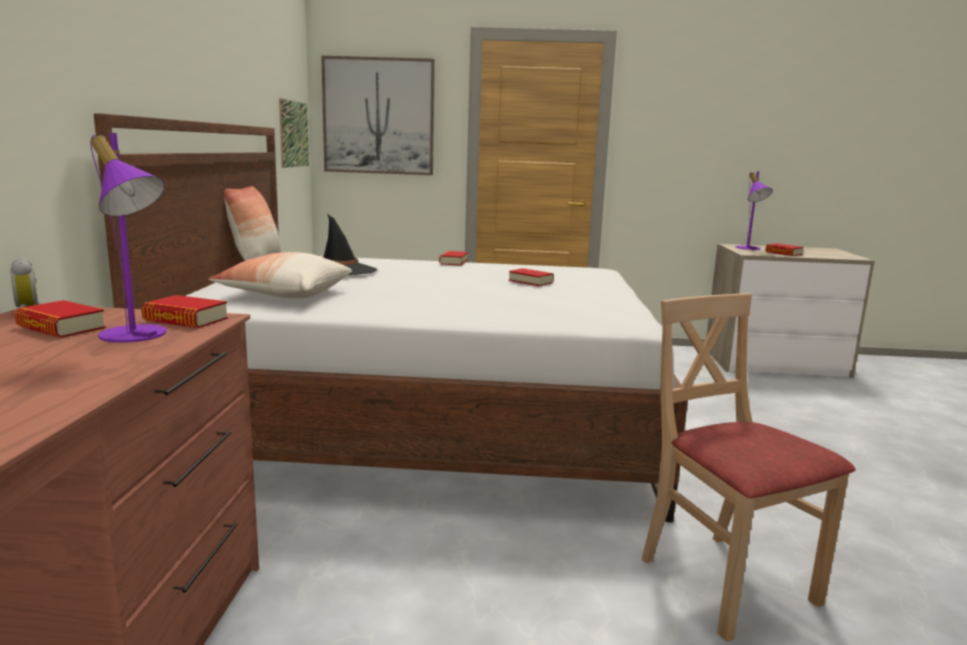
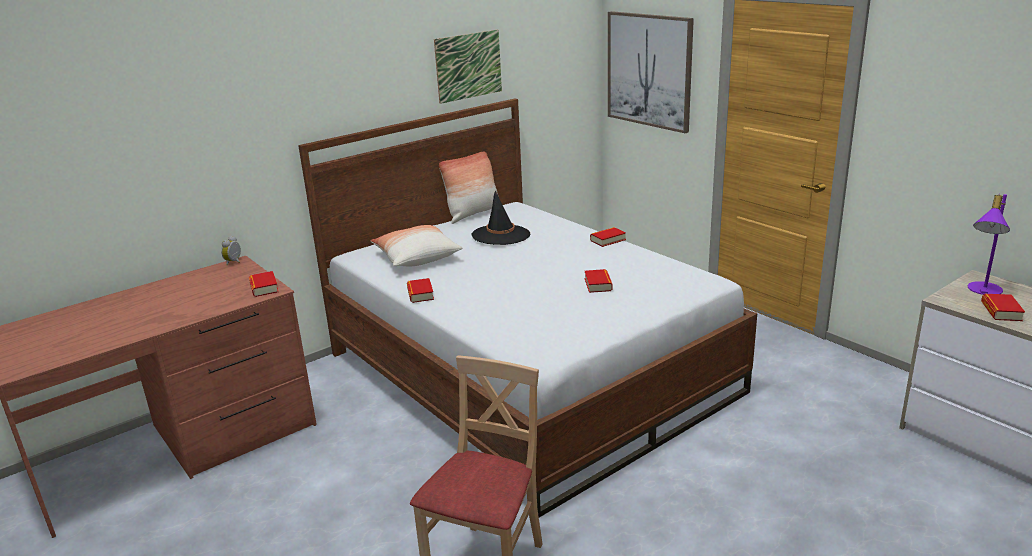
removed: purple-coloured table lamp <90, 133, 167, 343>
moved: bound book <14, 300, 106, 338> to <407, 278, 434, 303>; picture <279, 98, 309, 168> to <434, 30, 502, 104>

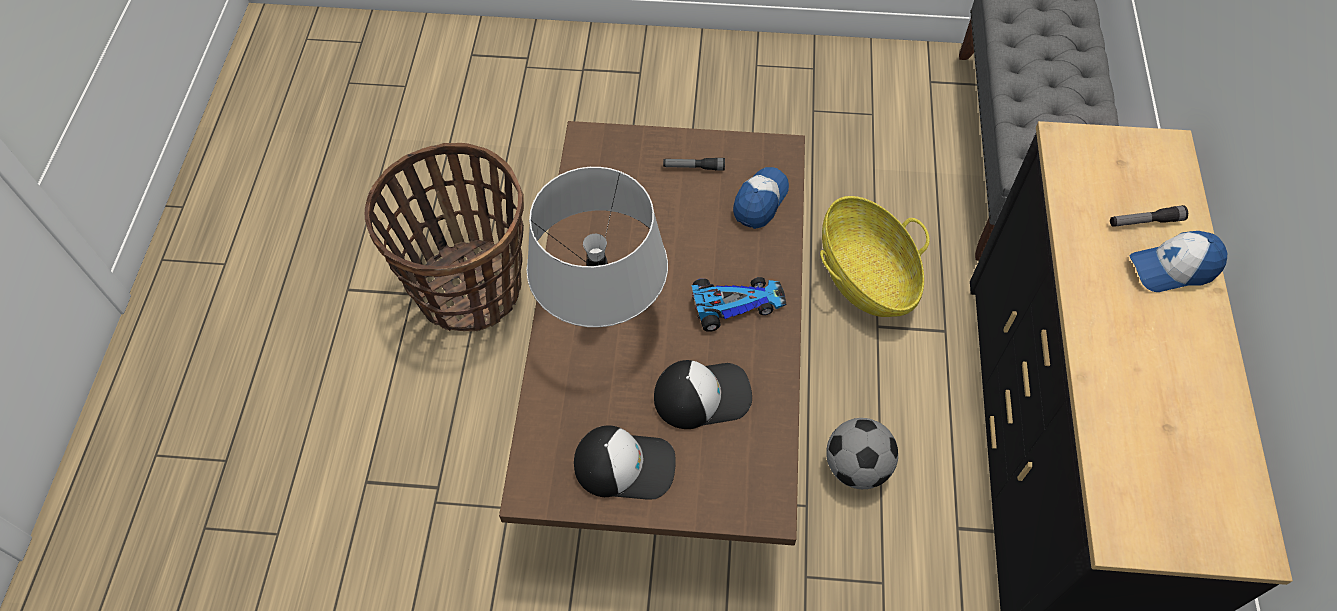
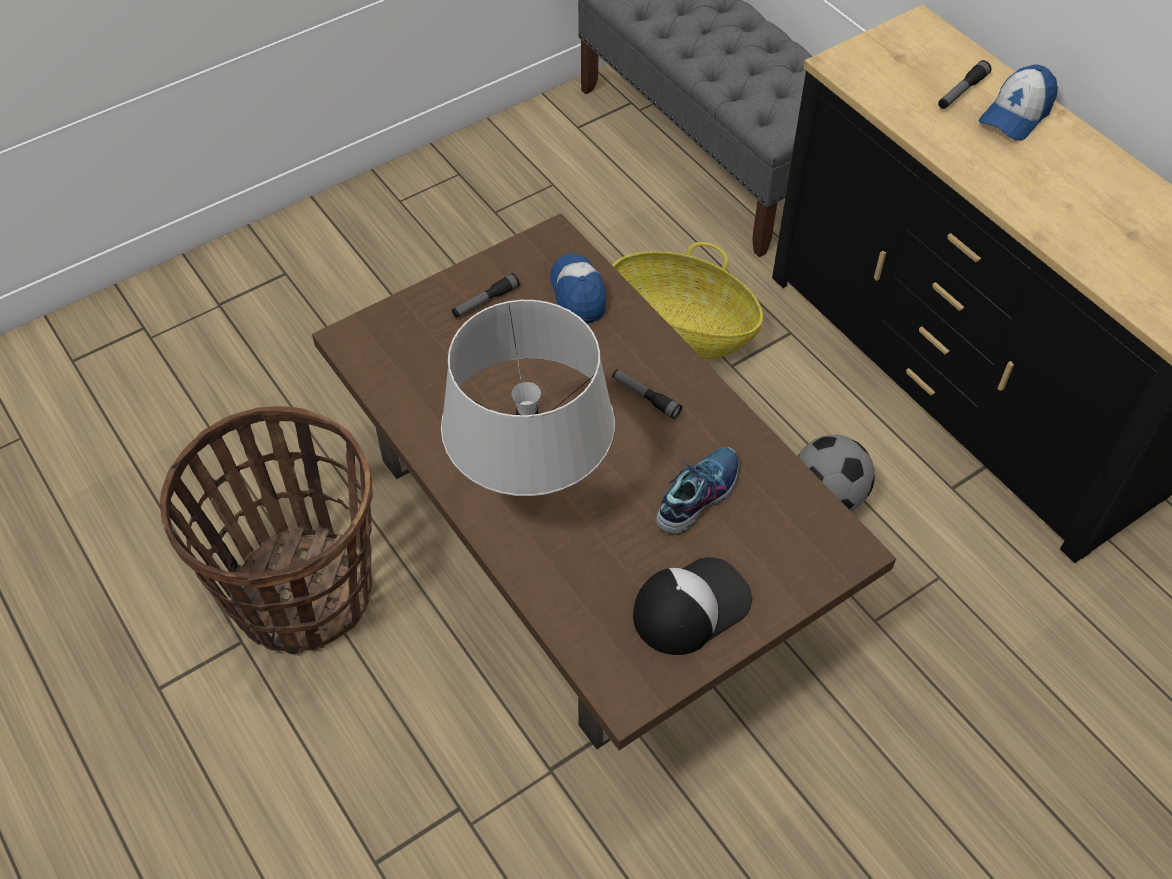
replaced: baseball cap <654, 360, 752, 429> to shoe <656, 447, 739, 535>; miniature car <691, 277, 786, 332> to hand torch <612, 369, 682, 419>

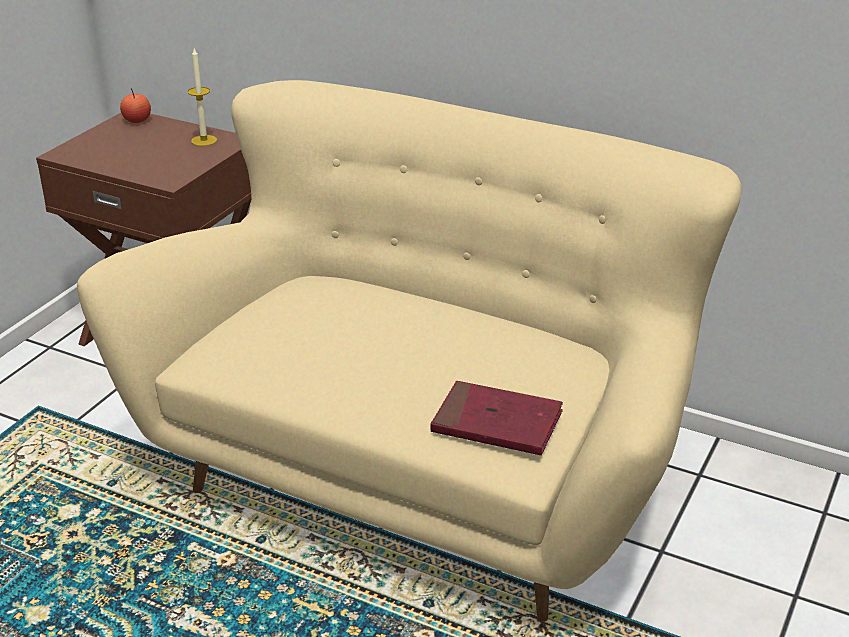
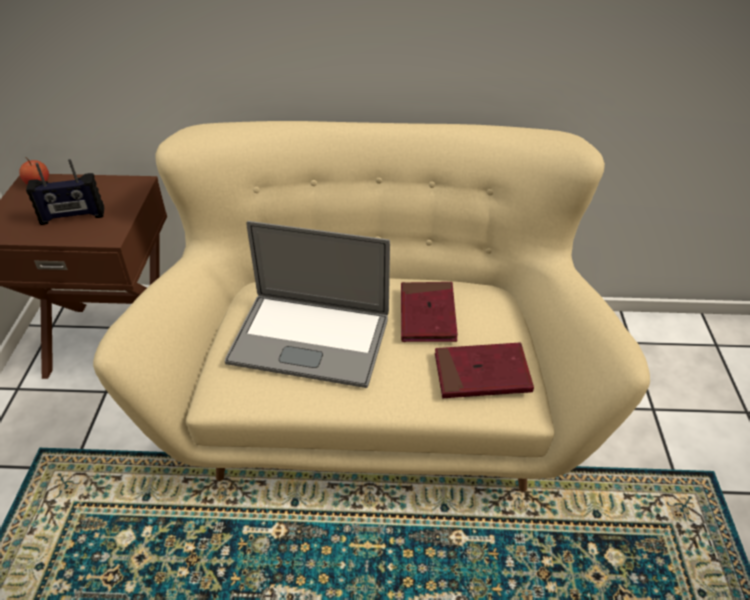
removed: wax candle <187, 48, 217, 146>
added: radio receiver <26, 159, 104, 225>; laptop <225, 221, 390, 388>; reddish bound book <401, 282, 458, 342>

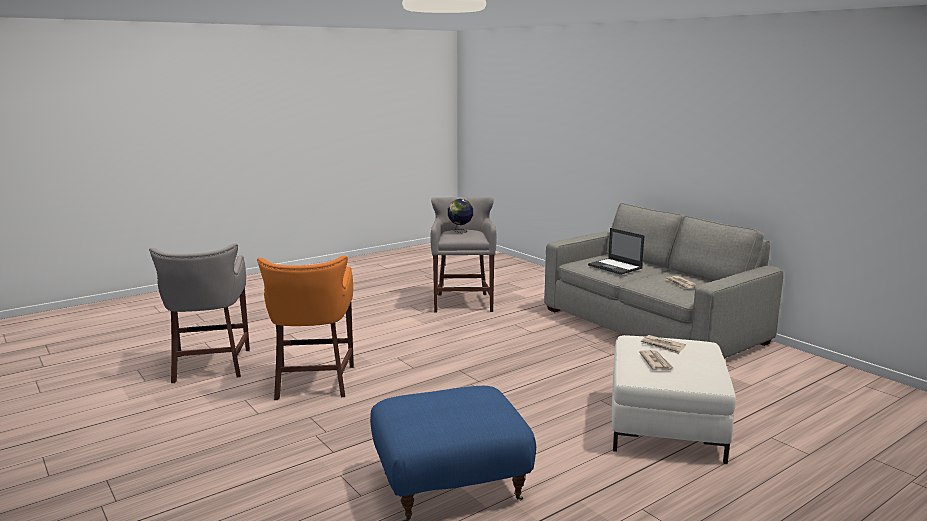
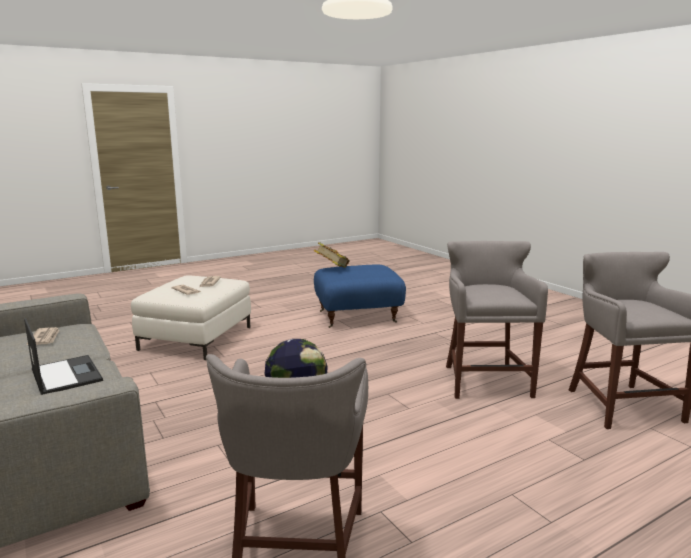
added: bound book <314, 242, 350, 268>
recoloured: orange-coloured stool <257, 256, 354, 400> to grey stool <446, 241, 548, 399>

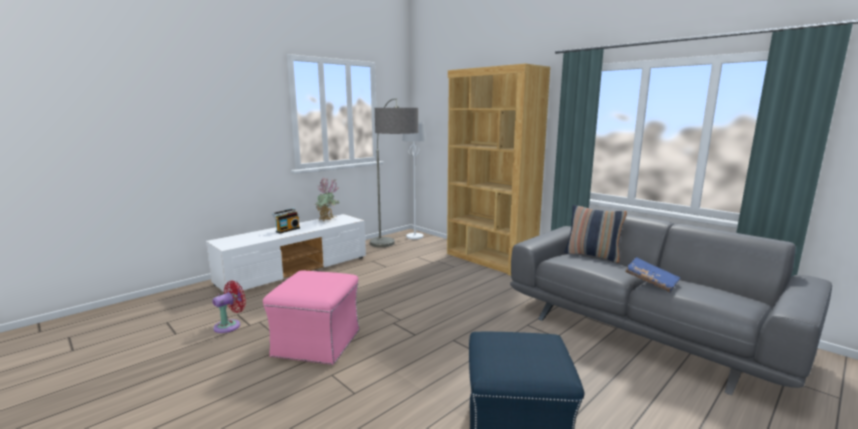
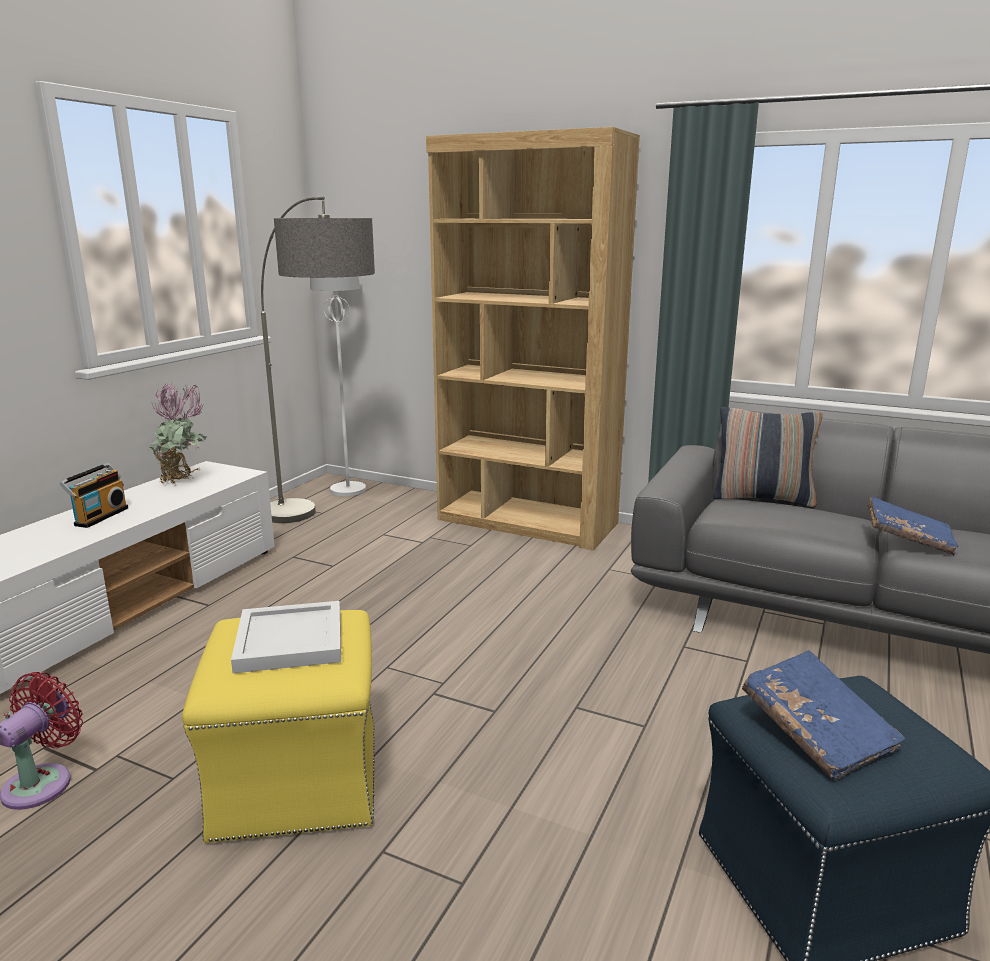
added: white serving tray <231, 601, 341, 673>; blue-coloured bound book <742, 650, 905, 780>
recoloured: pink-coloured footrest <263, 271, 359, 365> to yellow-coloured footrest <182, 610, 375, 843>

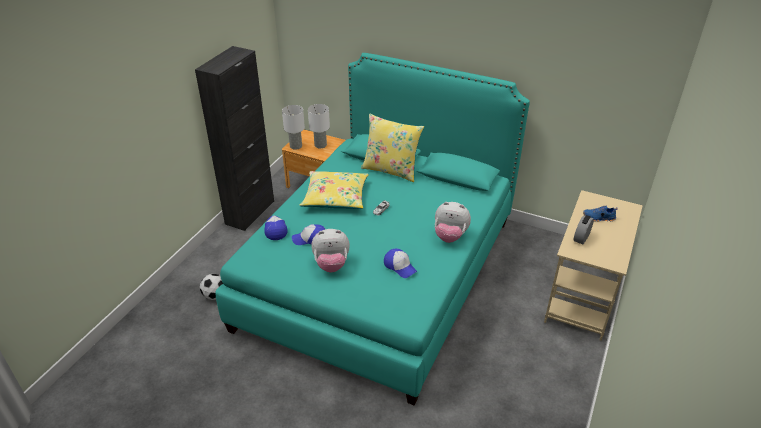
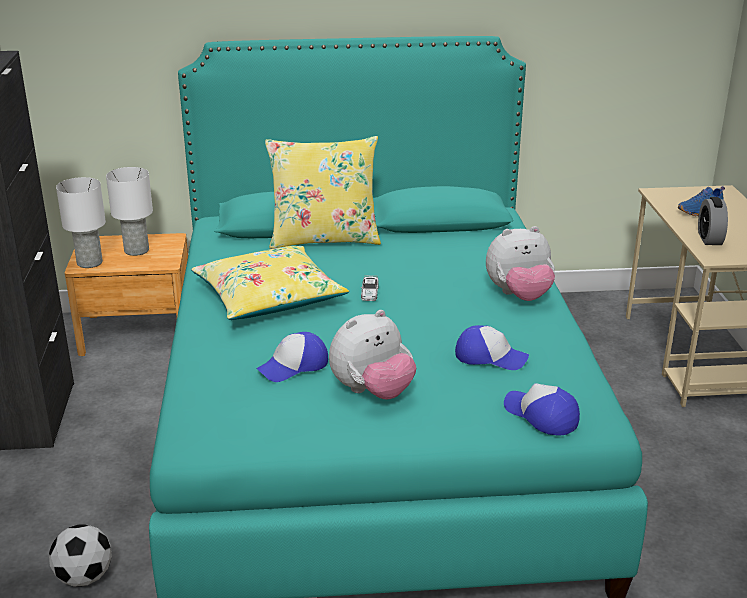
moved: baseball cap <264, 215, 288, 240> to <504, 383, 580, 435>

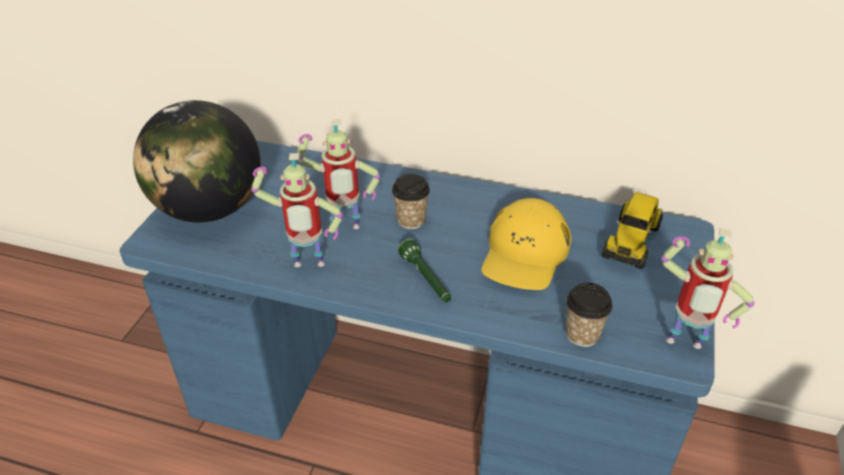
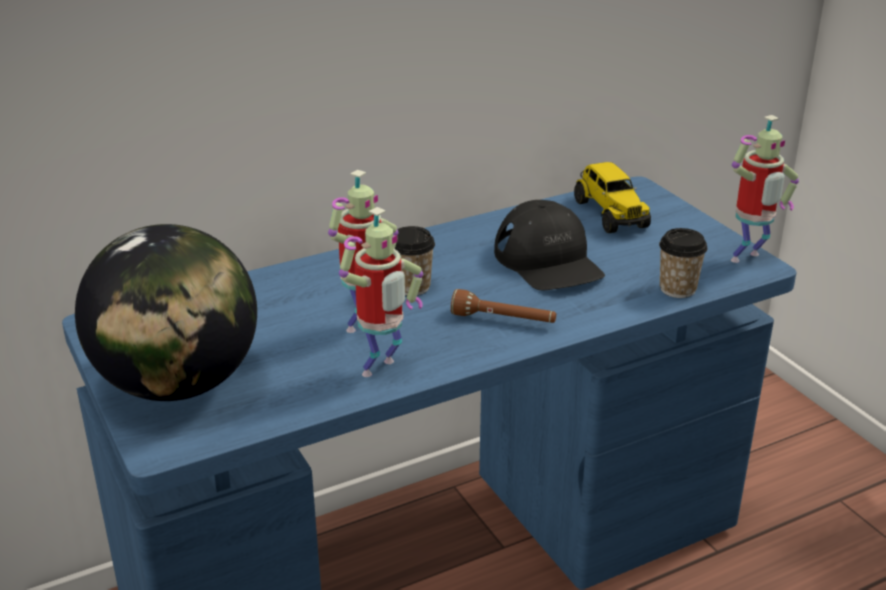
recoloured: green-coloured hand torch <398, 239, 451, 303> to brown-coloured hand torch <451, 289, 556, 323>; yellow-coloured baseball cap <482, 198, 571, 290> to black baseball cap <494, 200, 605, 290>

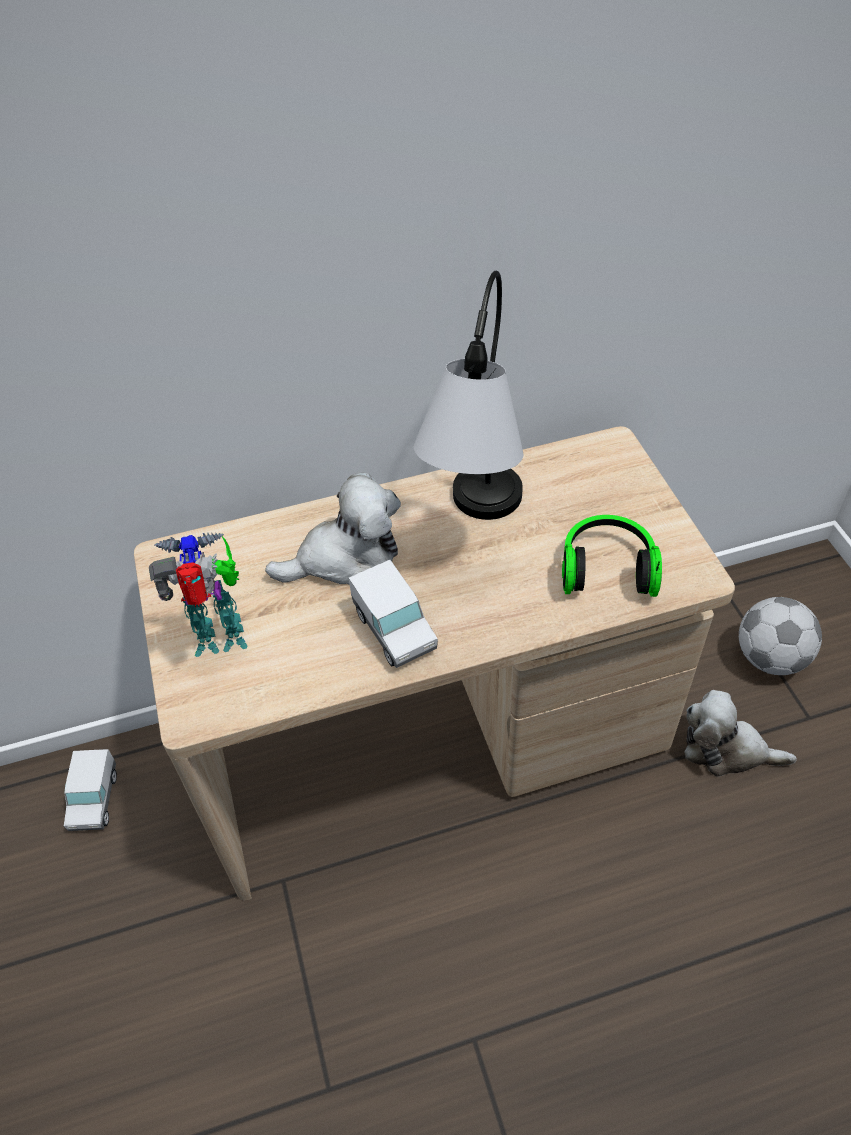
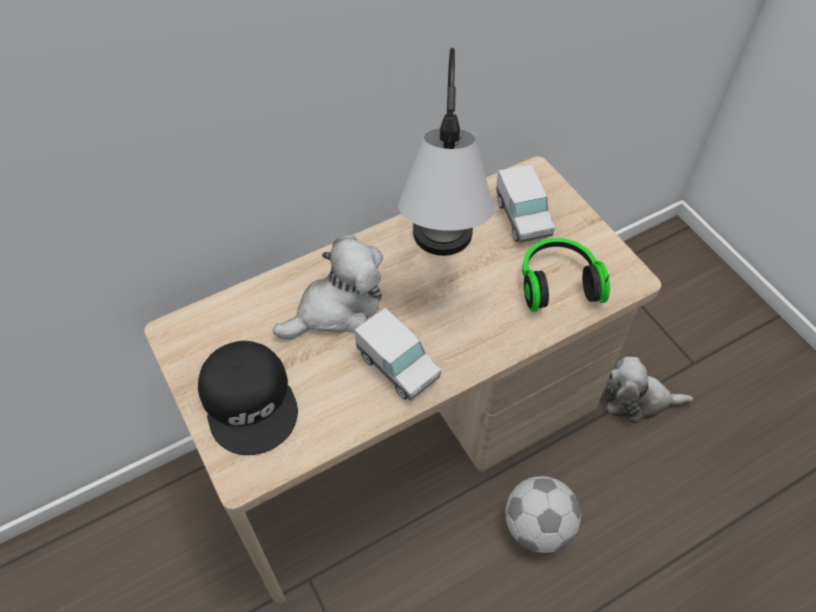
moved: toy truck <64, 749, 117, 831> to <496, 164, 555, 243>; football <739, 597, 822, 675> to <505, 476, 581, 553>
replaced: model robot <149, 532, 248, 657> to black baseball cap <198, 341, 298, 455>

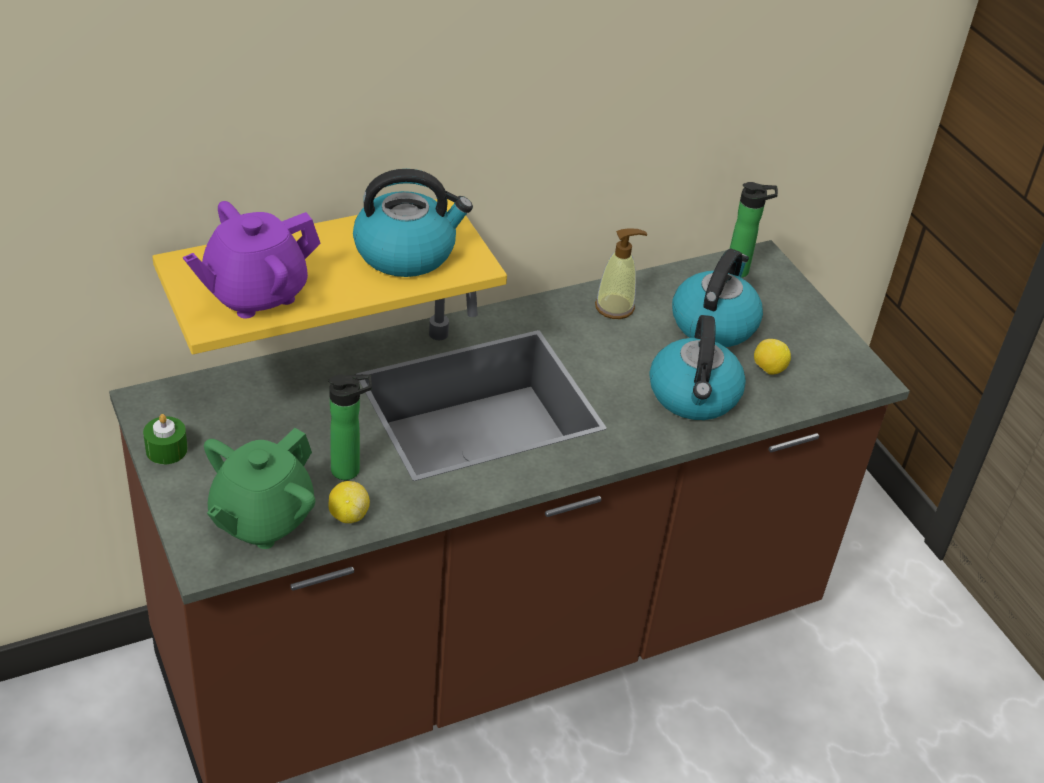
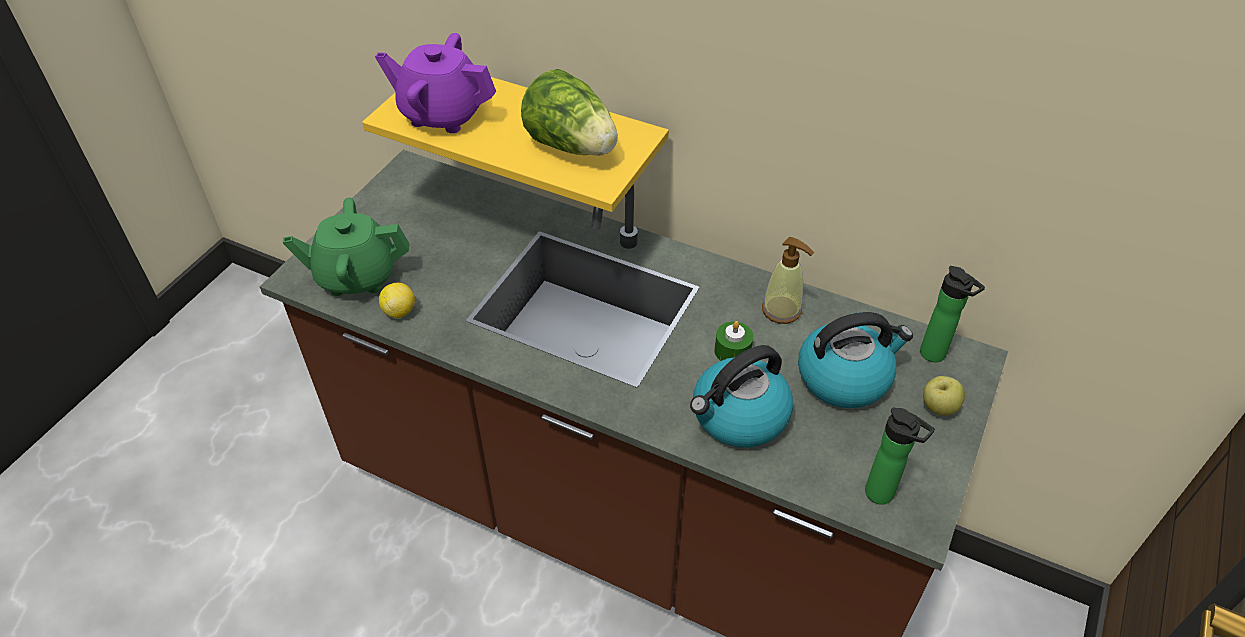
removed: citrus fruit <754, 339, 791, 374>
added: whole apple <923, 376, 965, 416>
moved: green-coloured wax candle <143, 414, 188, 464> to <714, 321, 754, 361>; drink bottle <328, 374, 372, 480> to <865, 408, 935, 505>
replaced: tea kettle <353, 169, 473, 277> to lettuce head <521, 69, 618, 156>

